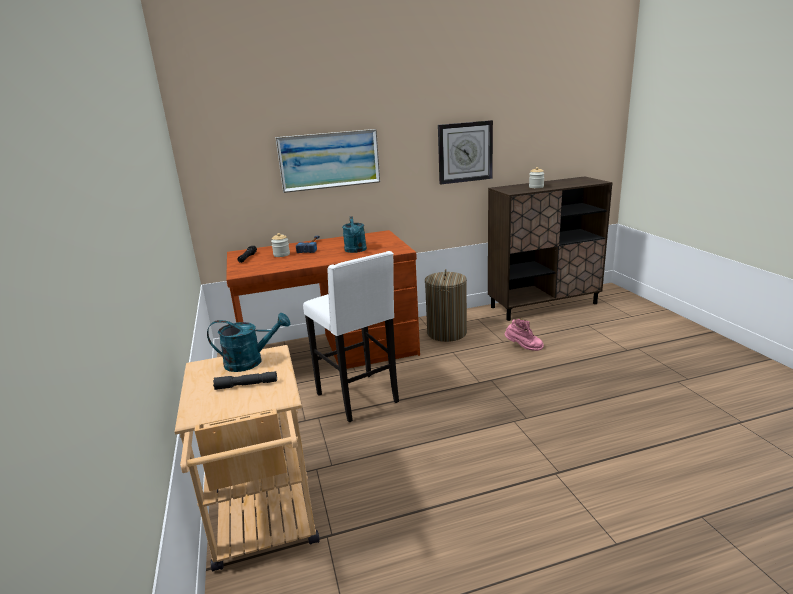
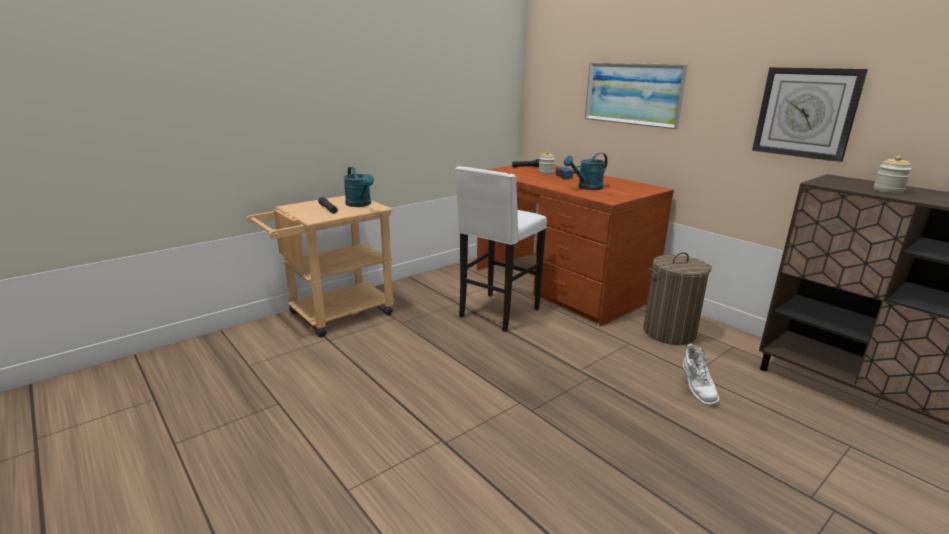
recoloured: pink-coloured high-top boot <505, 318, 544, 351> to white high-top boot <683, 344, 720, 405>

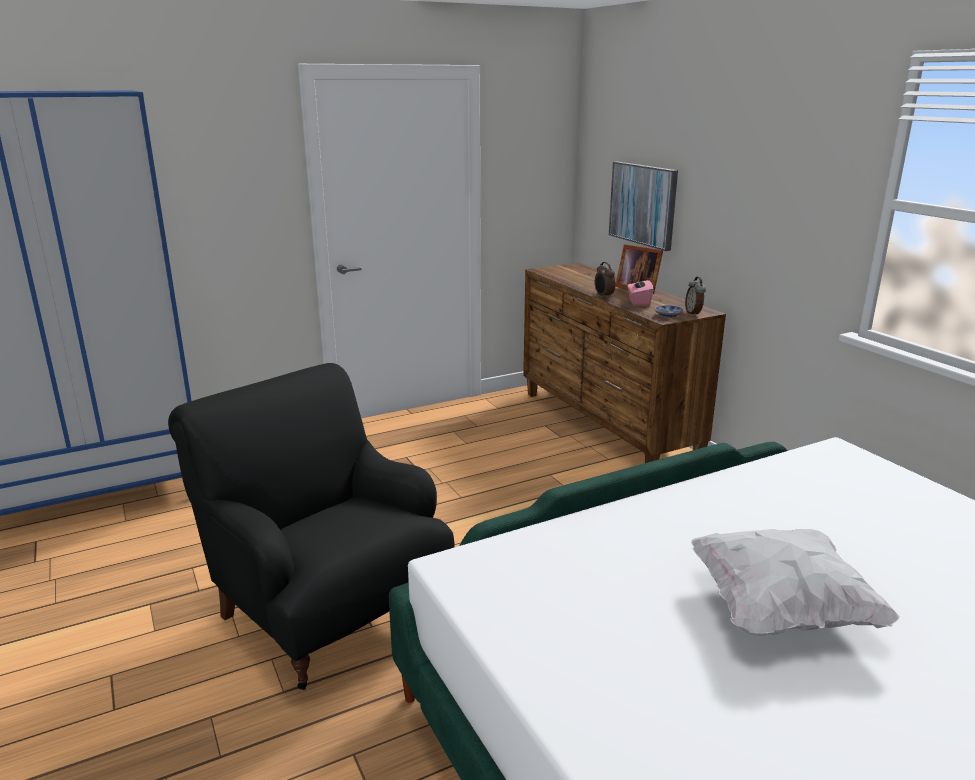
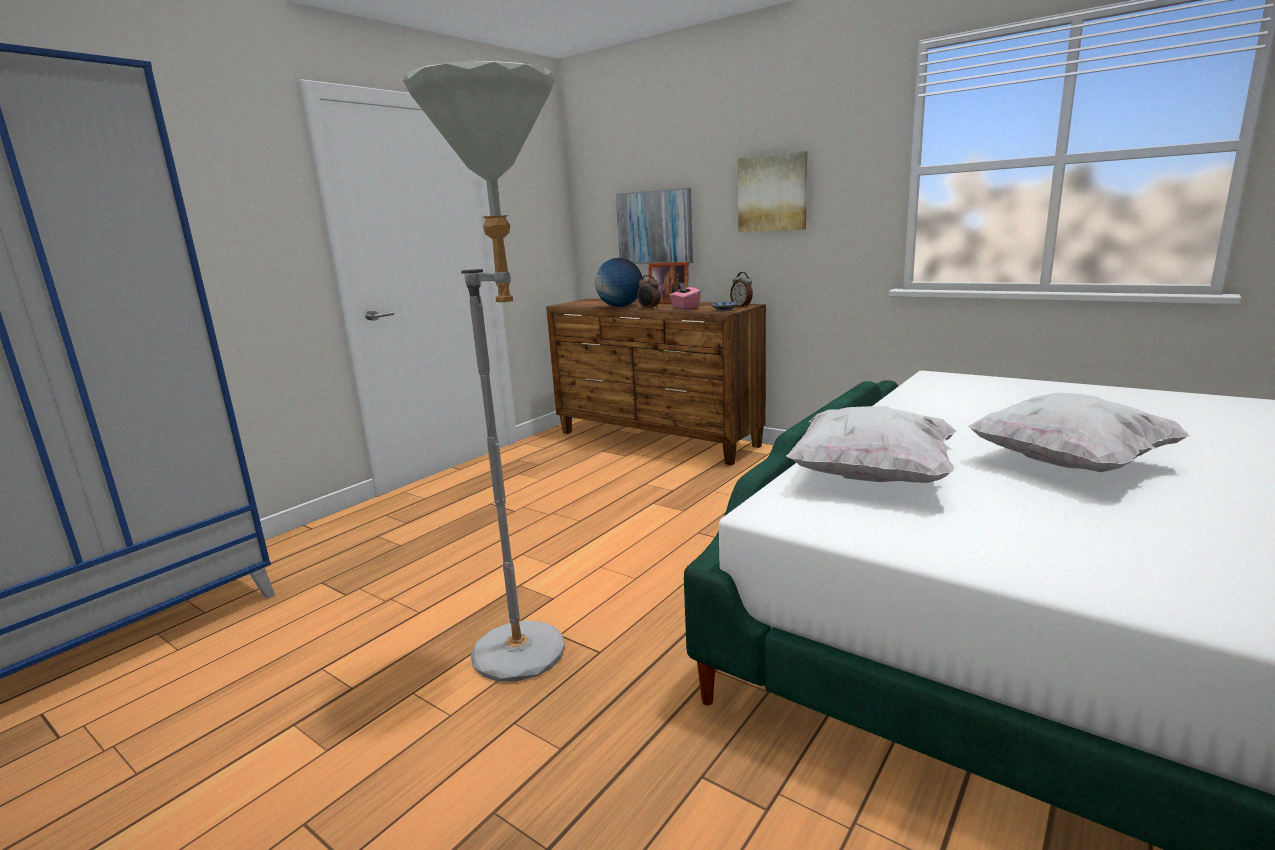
added: world globe <595, 258, 642, 307>; picture <738, 151, 808, 232>; white throw pillow <786, 406, 958, 483>
replaced: black easy chair <168, 363, 455, 690> to grey standard lamp <403, 61, 565, 682>

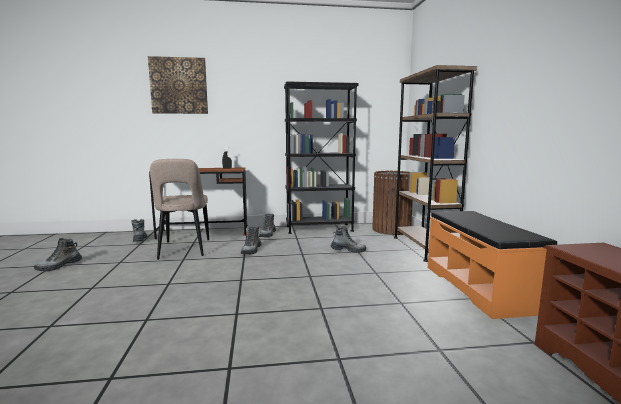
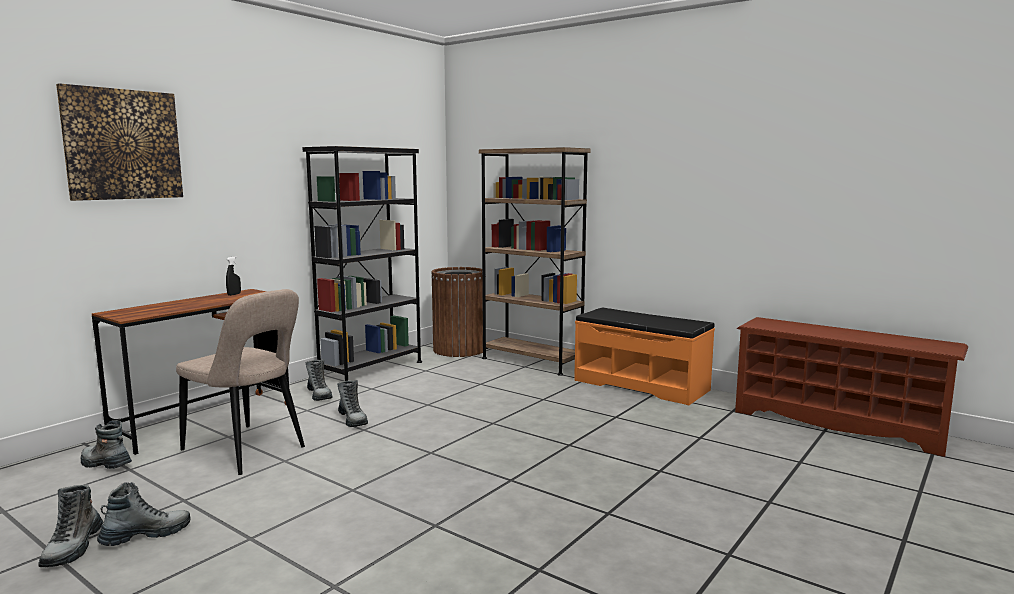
moved: high-top boot <331, 226, 366, 253> to <97, 482, 191, 546>

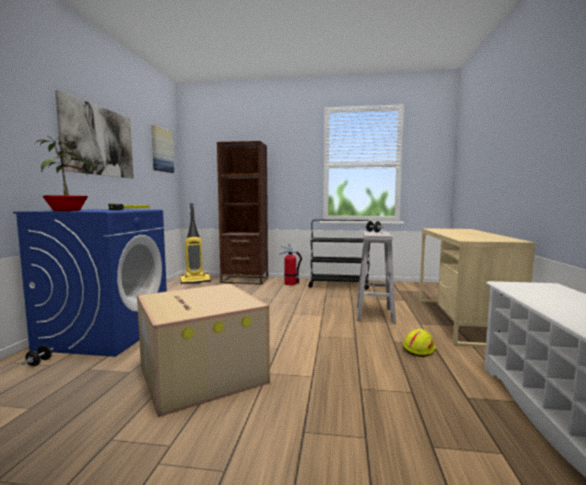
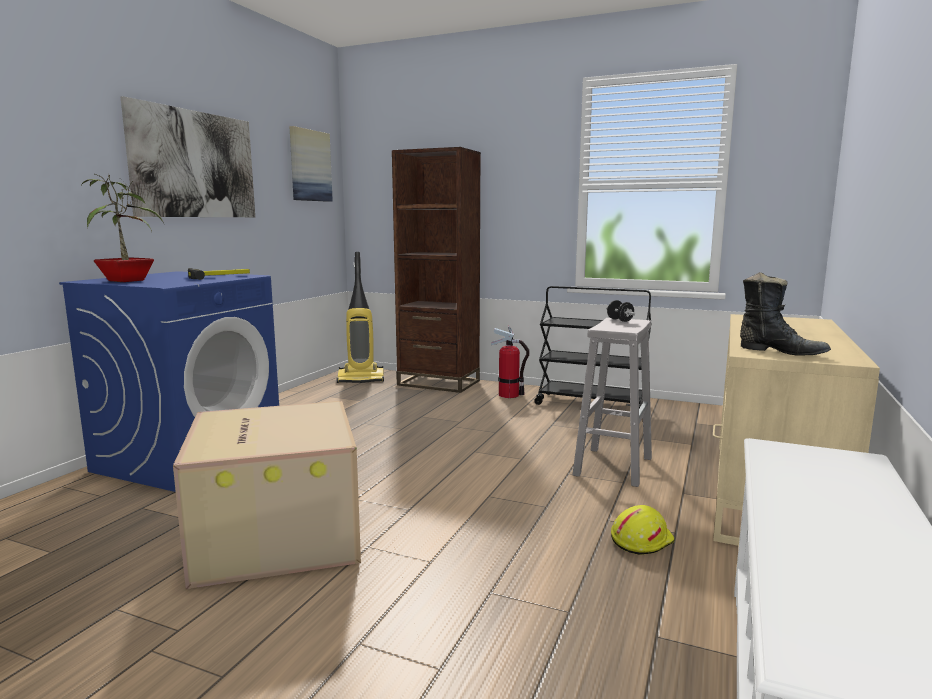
removed: black dumbbell <22, 345, 54, 366>
added: black high-top boot <740, 272, 831, 356>

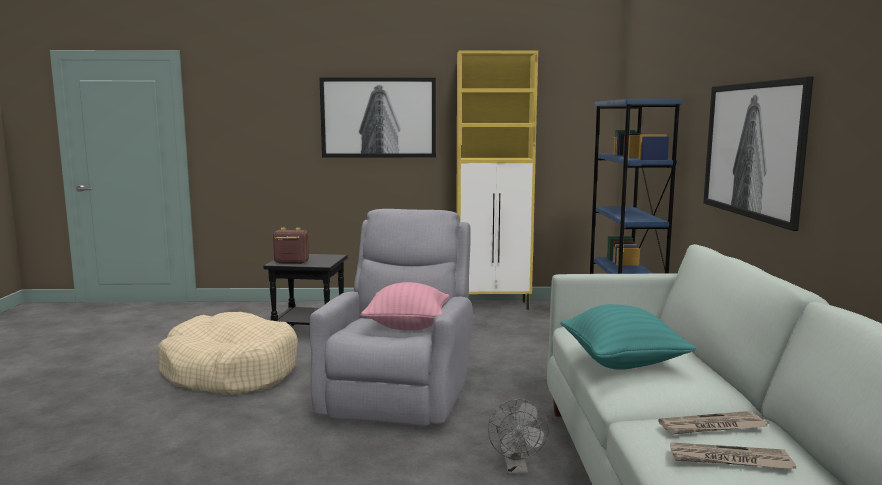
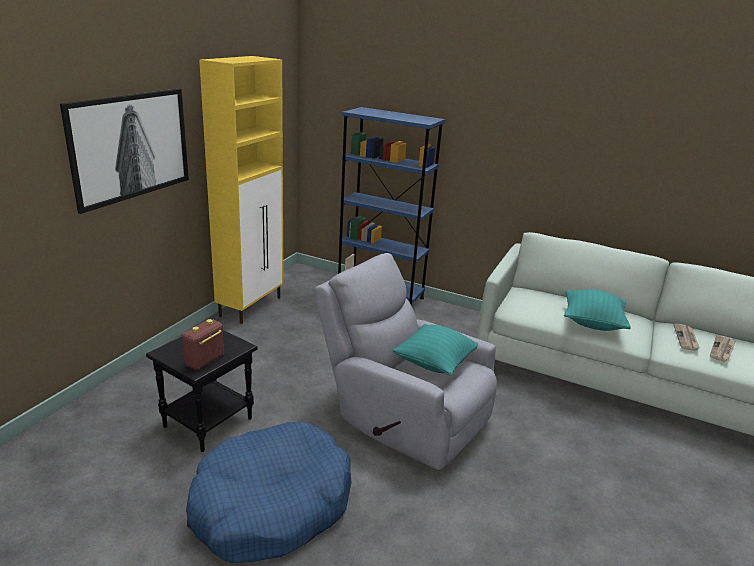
removed: grey electric fan <488, 399, 549, 475>; picture <703, 76, 813, 231>
recoloured: beige dog cushion <157, 312, 297, 396> to blue-coloured dog cushion <186, 422, 352, 563>; pink-coloured throw pillow <361, 282, 449, 331> to turquoise throw pillow <392, 324, 478, 375>

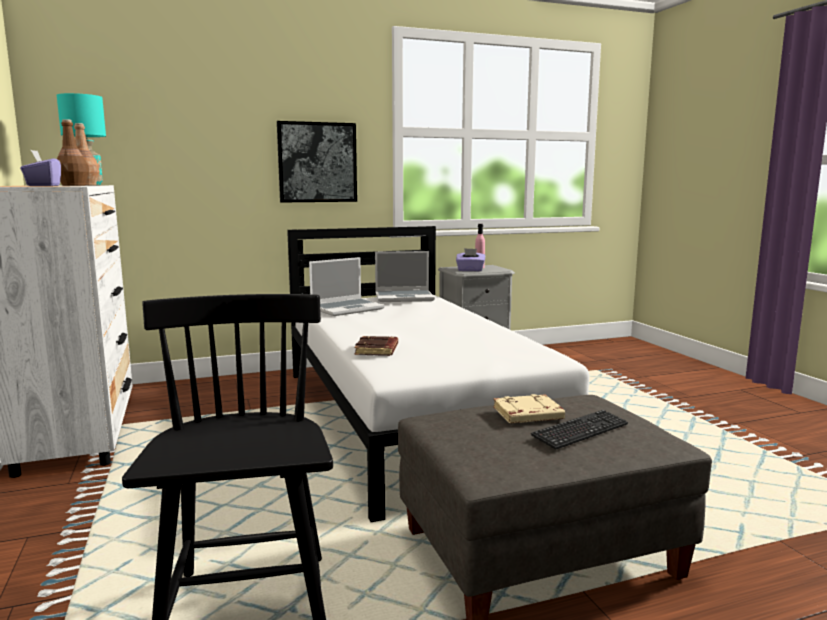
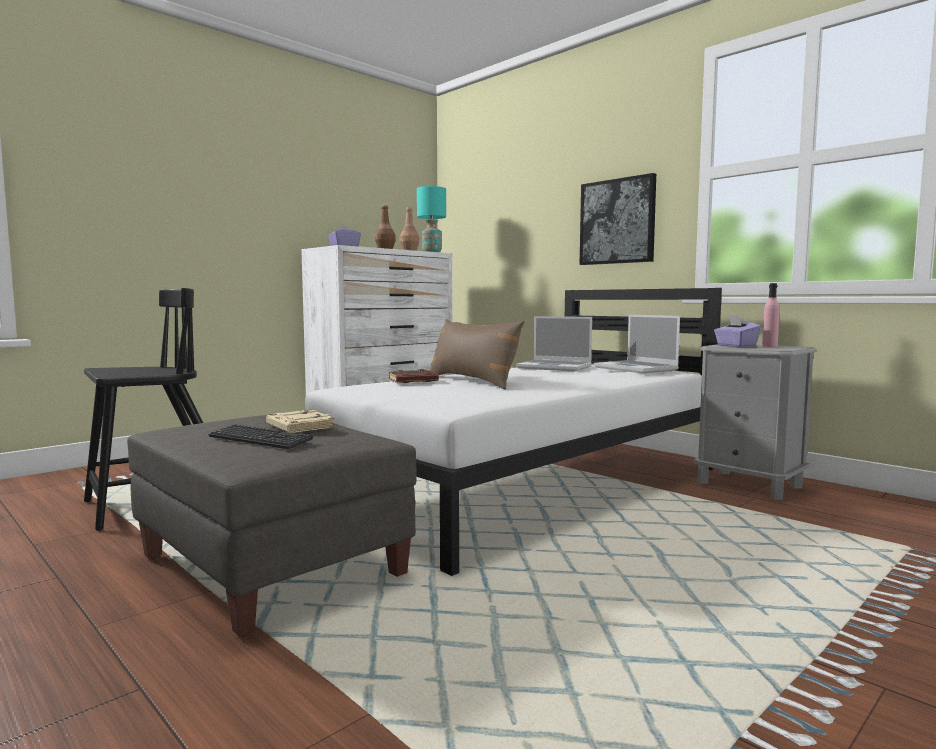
added: brown-coloured throw pillow <430, 319, 525, 389>

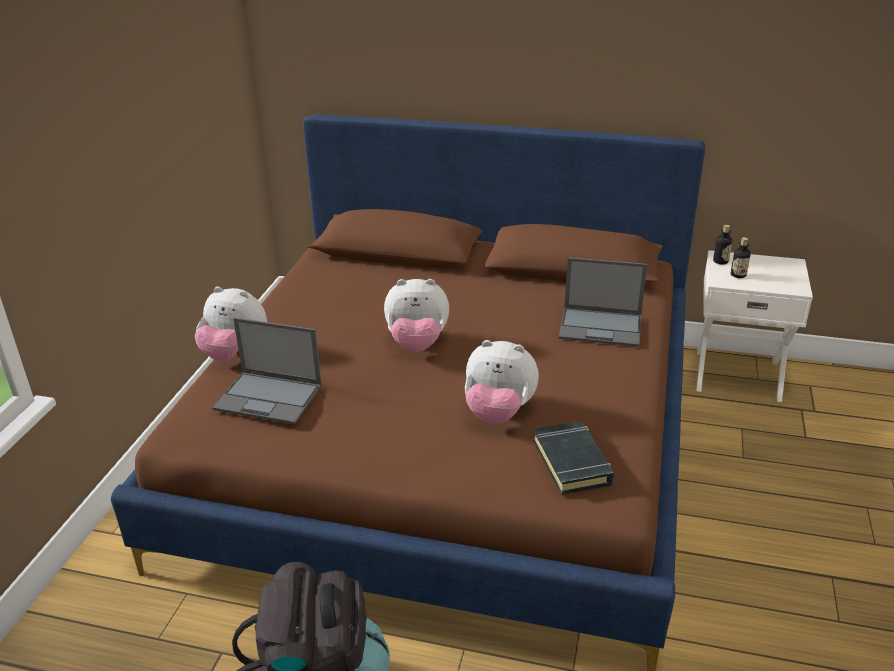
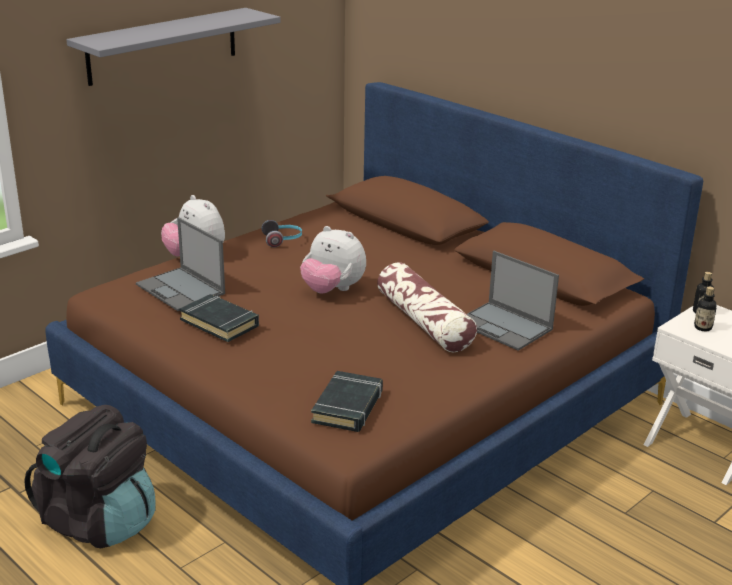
removed: cuddly toy <465, 340, 539, 424>
added: grey wall shelf <66, 8, 281, 86>; black bound book <179, 294, 259, 342>; pair of headphones <261, 220, 302, 247>; throw pillow <377, 262, 477, 352>

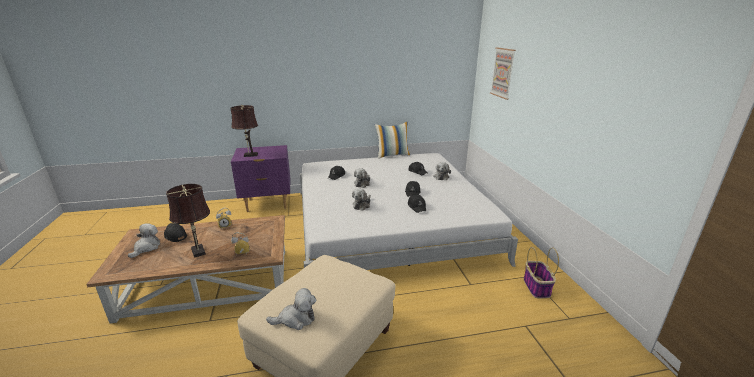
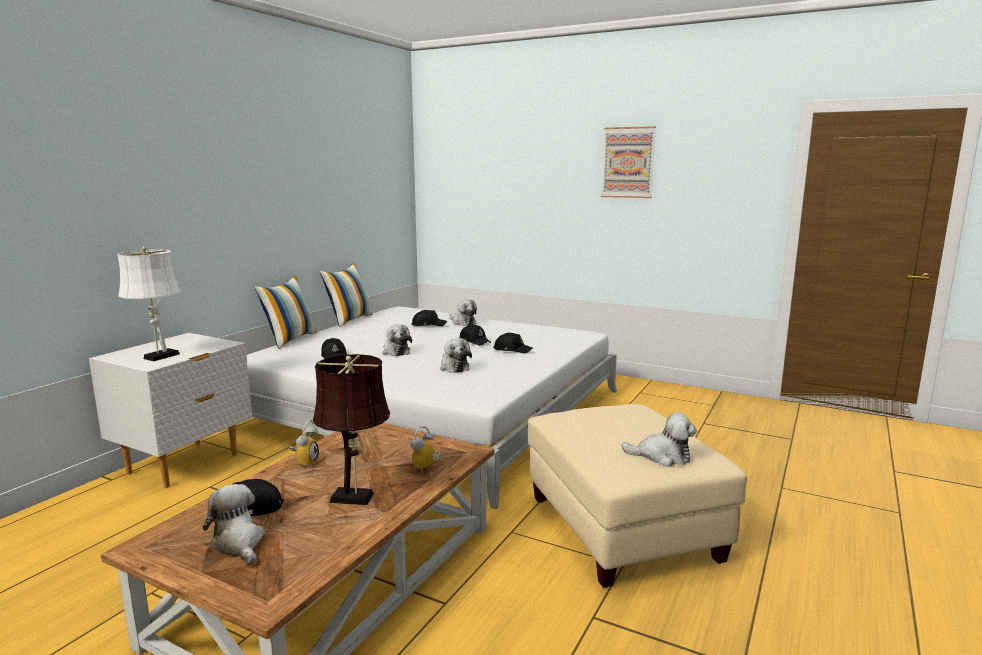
removed: household basket <524, 247, 559, 298>
added: throw pillow <254, 276, 317, 349>
moved: picture <490, 47, 516, 100> to <601, 126, 656, 198>
recoloured: brown-coloured table lamp <231, 105, 258, 157> to white table lamp <117, 247, 180, 361>; purple-coloured nightstand <231, 145, 290, 212> to white nightstand <89, 333, 252, 488>
turned: cuddly toy <266, 288, 316, 330> = <622, 412, 697, 466> 75 degrees clockwise

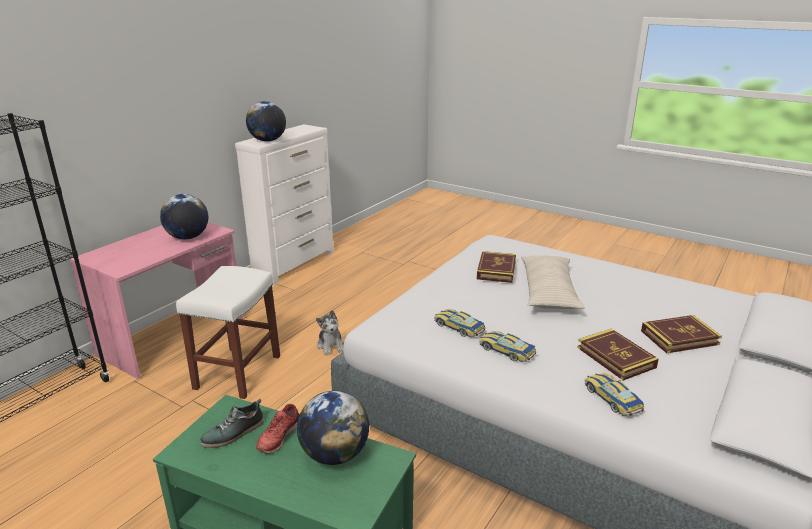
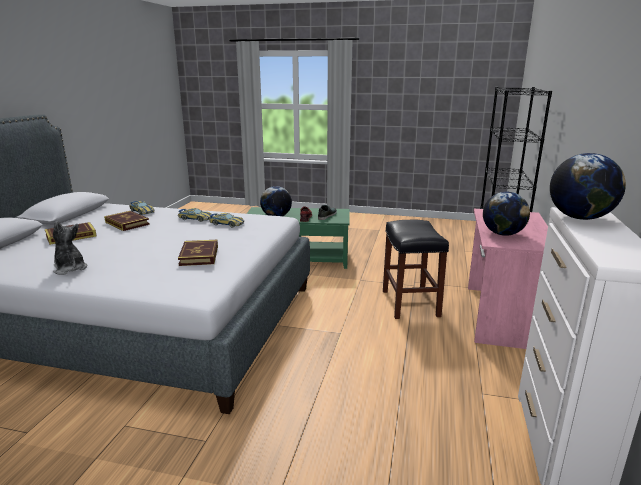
removed: beige throw pillow <521, 255, 585, 309>
moved: cuddly toy <316, 310, 344, 355> to <53, 221, 87, 275>
recoloured: white stool <176, 266, 280, 399> to black stool <383, 219, 449, 319>

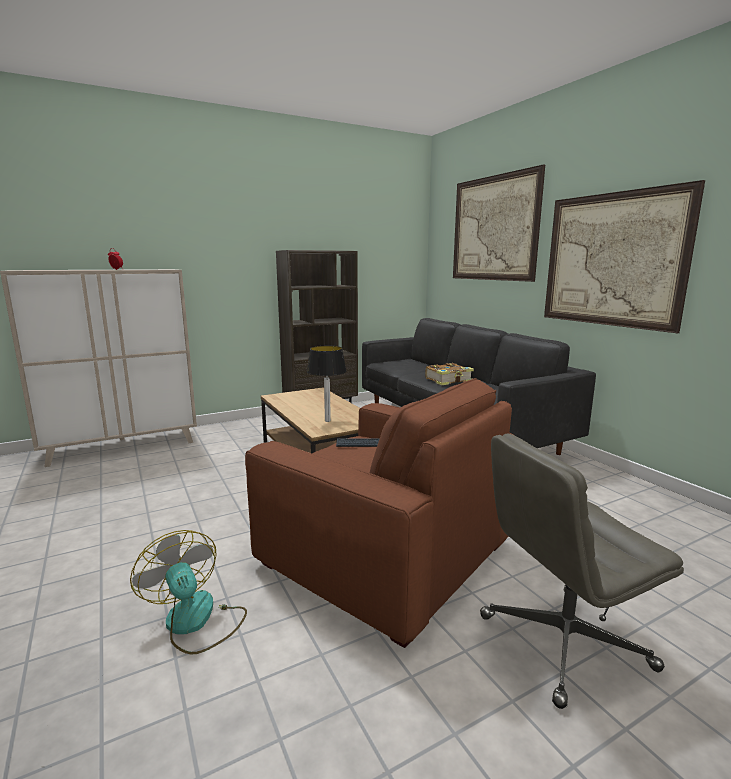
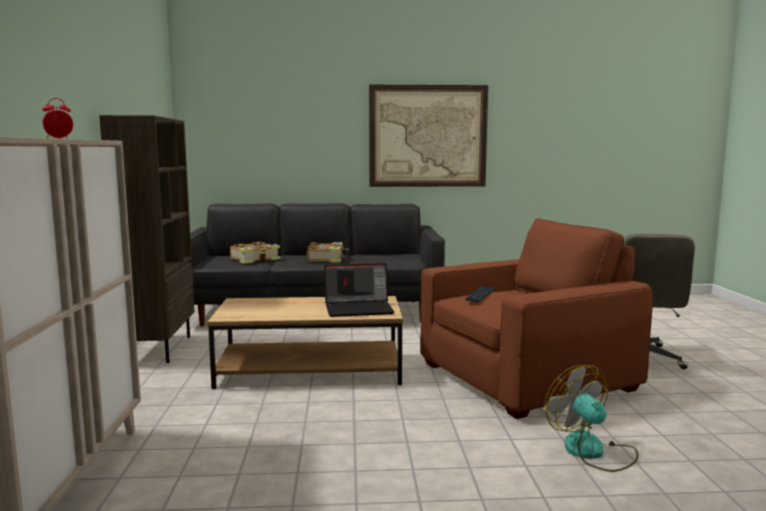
removed: picture <453, 164, 545, 282>
added: bound book <230, 242, 280, 264>
replaced: table lamp <307, 346, 346, 422> to laptop <324, 263, 394, 317>
turned: electric fan <130, 530, 247, 654> = <544, 365, 638, 472> 75 degrees clockwise

